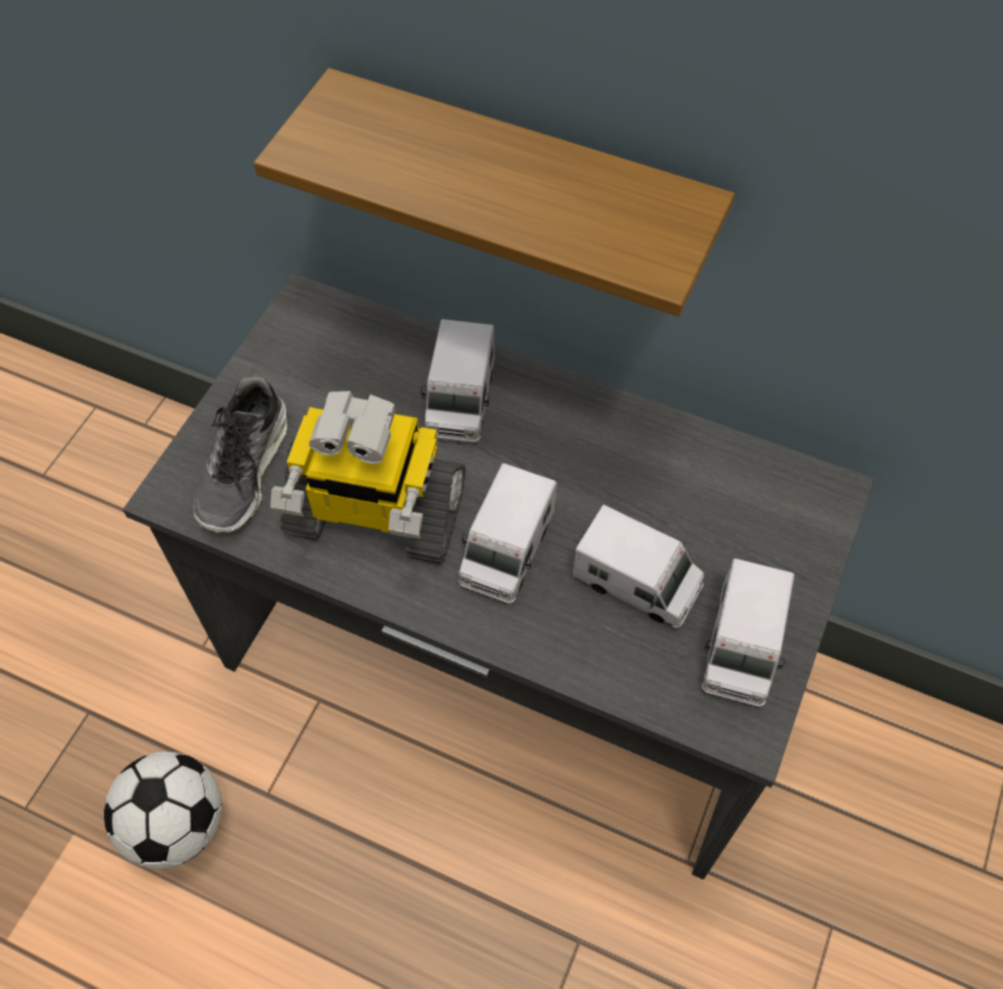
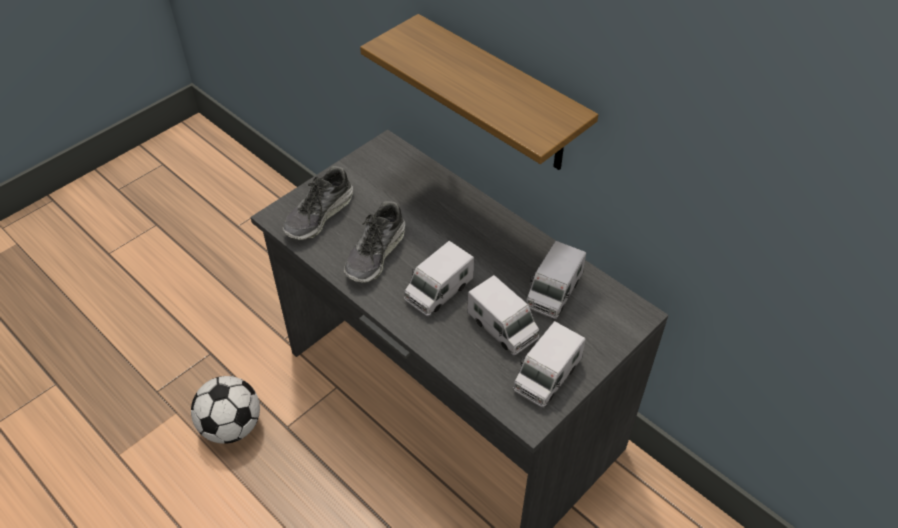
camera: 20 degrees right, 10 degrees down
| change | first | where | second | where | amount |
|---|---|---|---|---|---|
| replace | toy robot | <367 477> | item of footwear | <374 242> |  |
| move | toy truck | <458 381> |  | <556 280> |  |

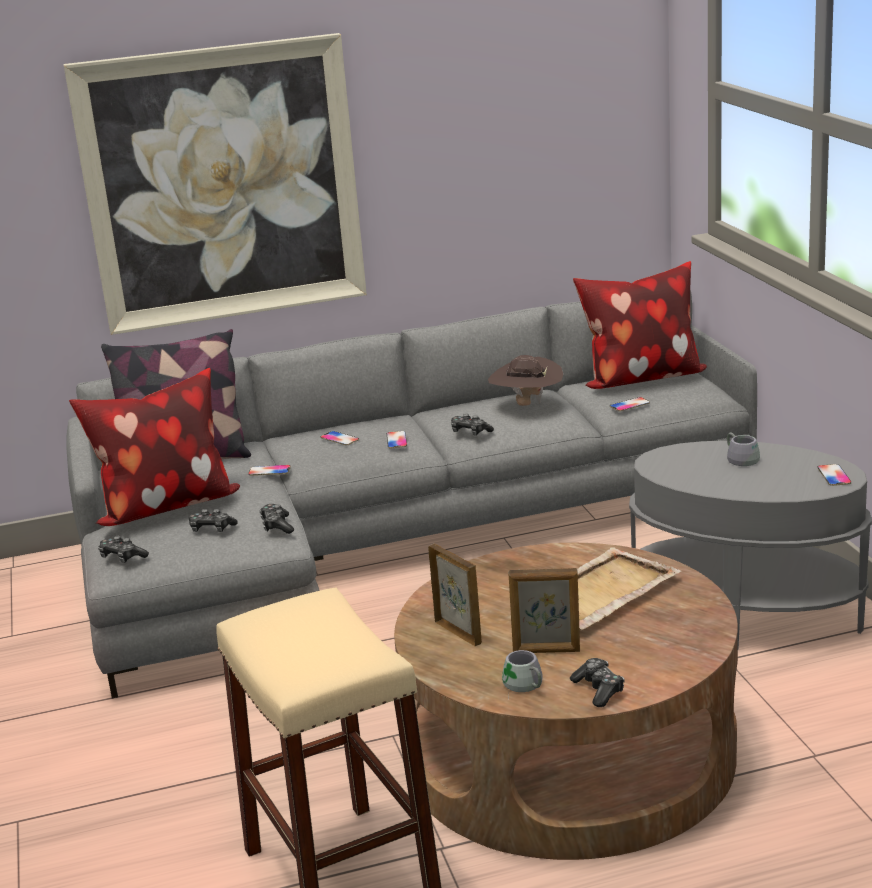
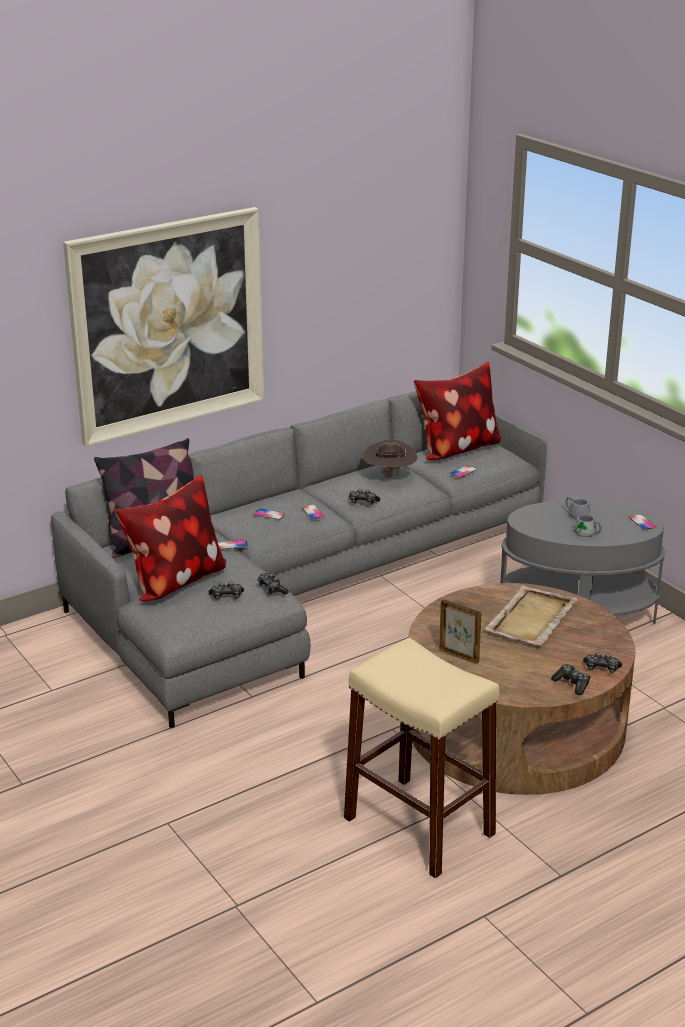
camera: 20 degrees left, 5 degrees up
| change | first | where | second | where | amount |
|---|---|---|---|---|---|
| move | gray coffee mug | <522 671> |  | <587 528> |  |
| move | game controller | <123 549> |  | <602 662> |  |
| delete | picture frame | <544 610> |  |  |  |

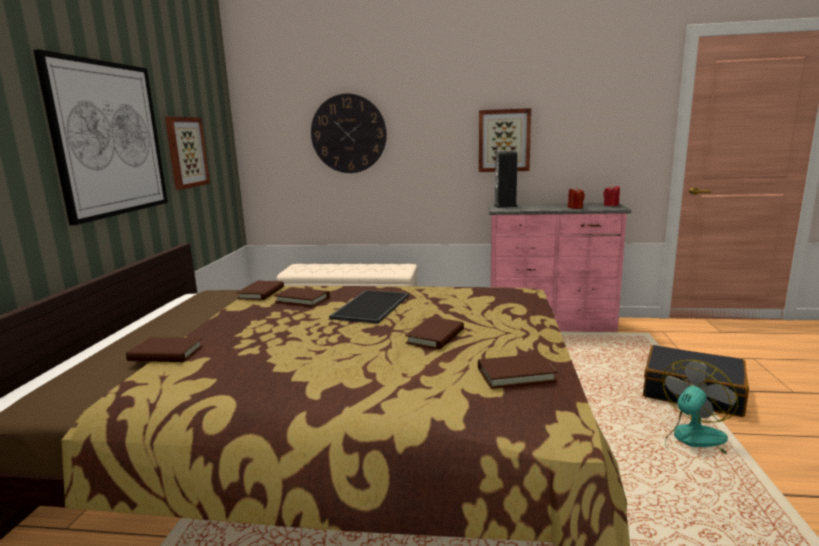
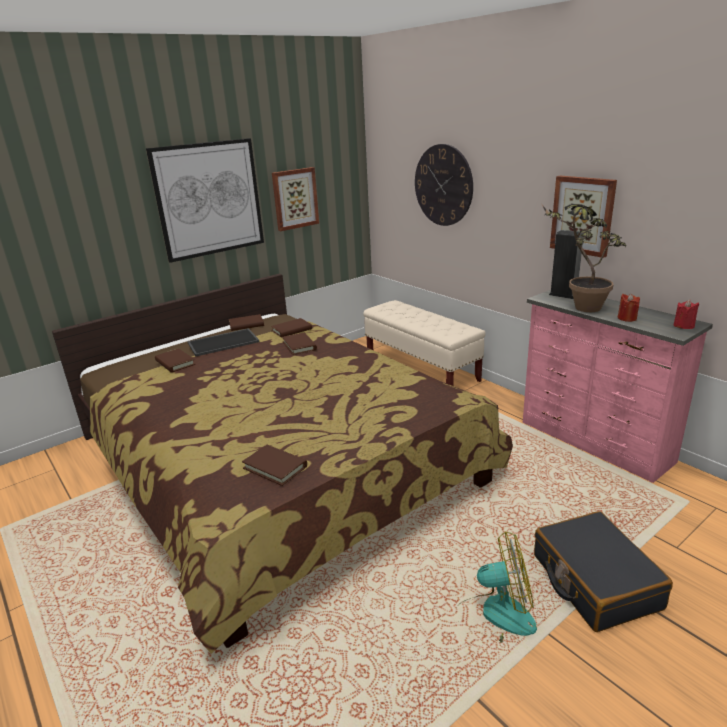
camera: 45 degrees right, 10 degrees up
| change | first | where | second | where | amount |
|---|---|---|---|---|---|
| move | tray | <369 307> |  | <223 342> |  |
| move | brown-coloured volume | <434 333> |  | <246 322> |  |
| insert |  |  | houseplant | <584 258> |  |

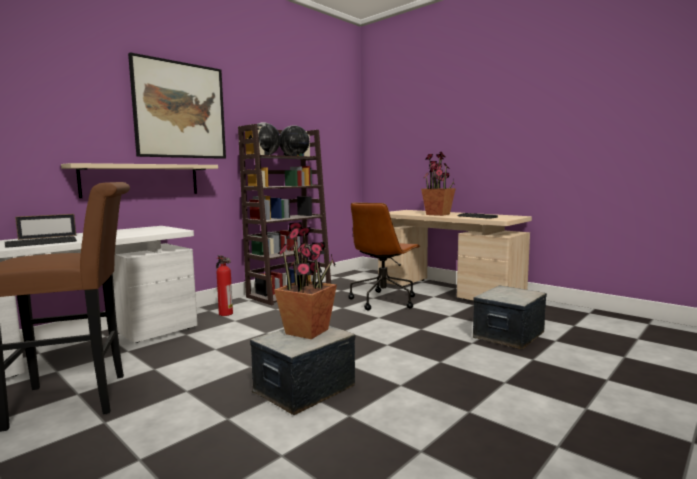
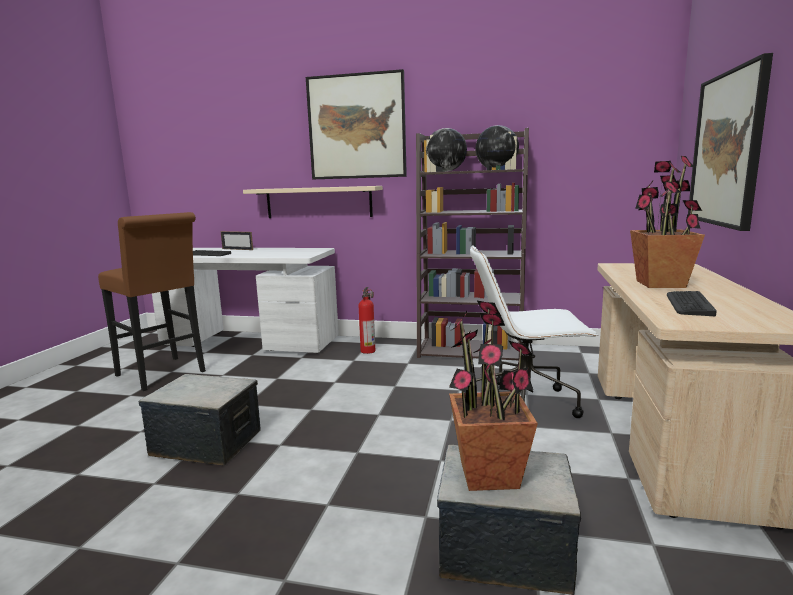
camera: 60 degrees right, 5 degrees up
| change | first | where | second | where | amount |
|---|---|---|---|---|---|
| move | houseplant | <305 280> |  | <493 396> |  |
| recolor | brown-coloured desk chair | <384 257> | white-coloured desk chair | <534 331> |  |
| insert |  |  | wall art | <730 142> |  |

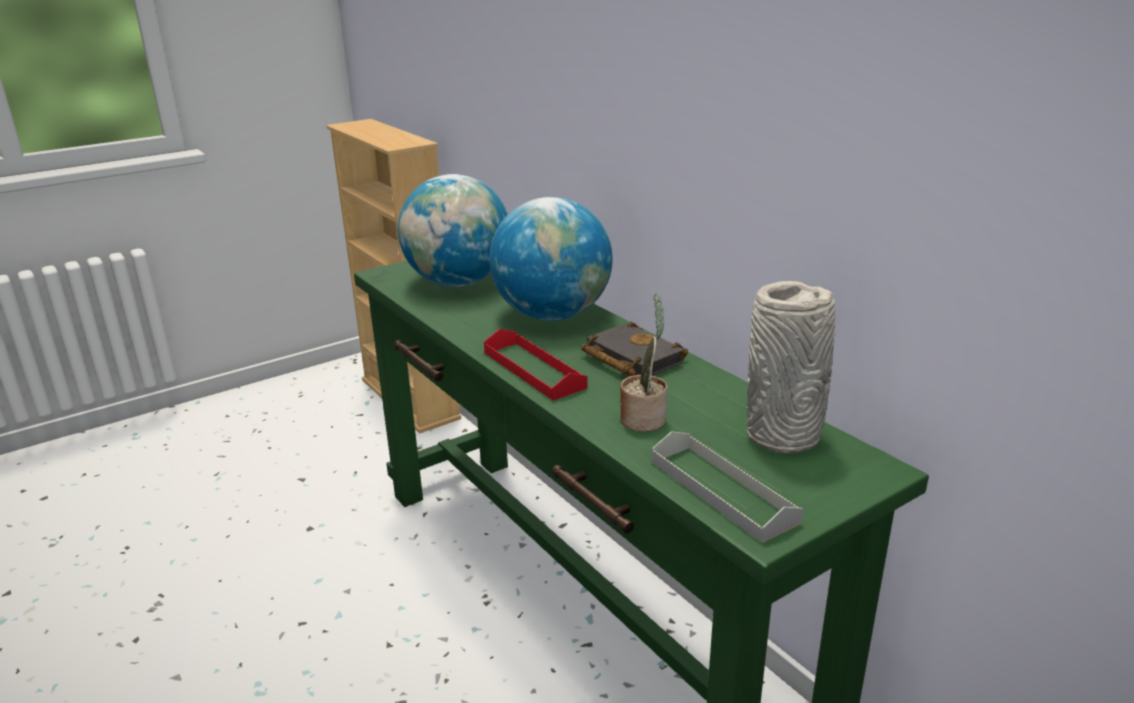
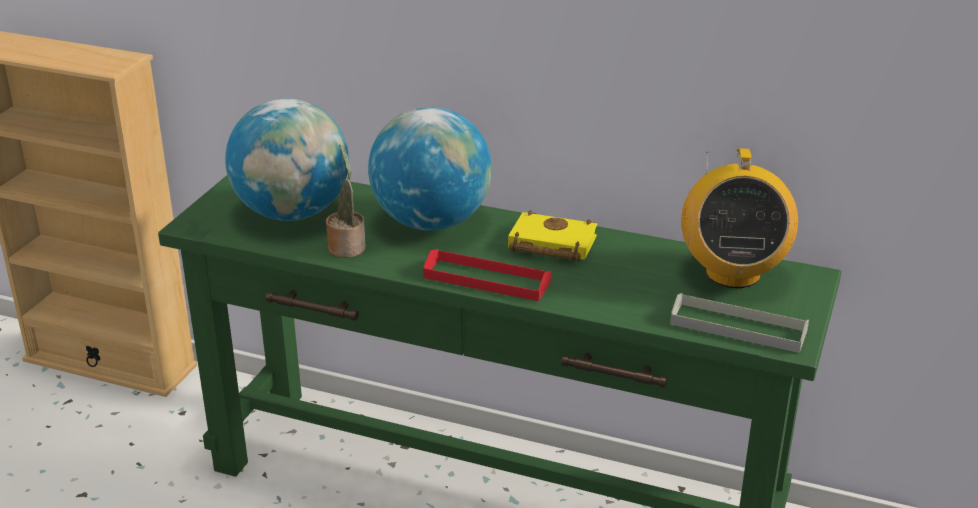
camera: 35 degrees left, 5 degrees up
| change | first | where | second | where | amount |
|---|---|---|---|---|---|
| move | houseplant | <643 362> |  | <346 201> |  |
| recolor | blackish volume | <634 349> | yellow volume | <552 236> |  |
| replace | gray vase | <791 367> | radio | <739 218> |  |

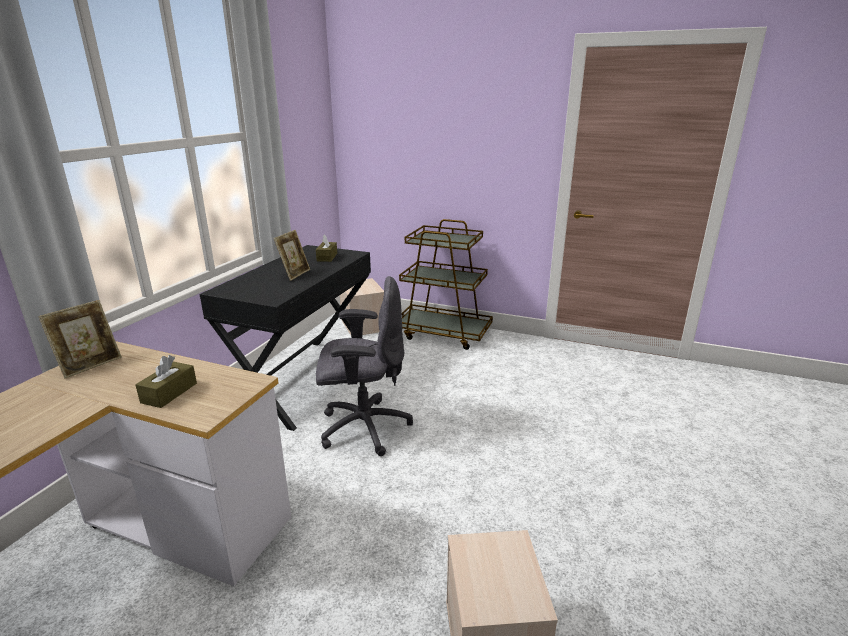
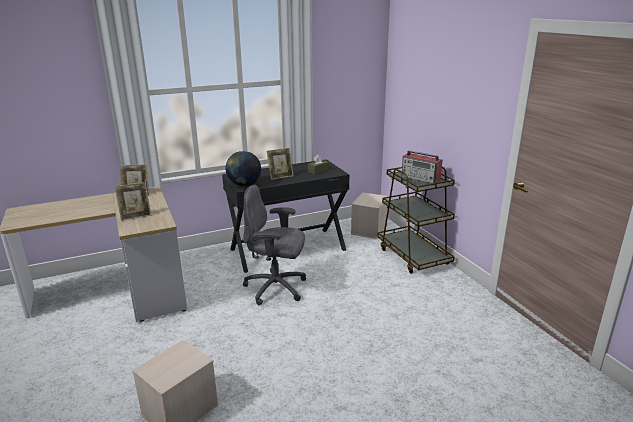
camera: 45 degrees right, 0 degrees up
| change | first | where | second | where | amount |
|---|---|---|---|---|---|
| replace | brown-coloured box of tissues | <166 381> | picture frame | <133 201> |  |
| insert |  |  | globe | <243 168> |  |
| rotate | gray desk chair | <364 366> |  | <274 245> | 150 degrees clockwise |
| insert |  |  | radio | <421 166> |  |

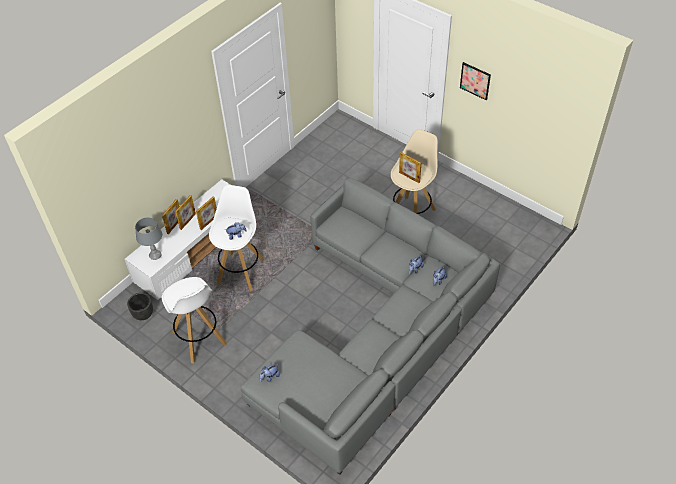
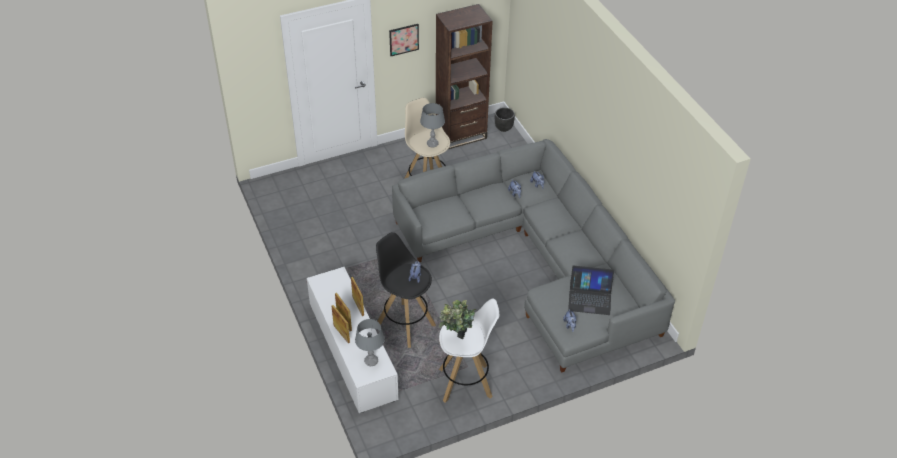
camera: 65 degrees left, 5 degrees down
| change | first | where | second | where | amount |
|---|---|---|---|---|---|
| recolor | white-coloured sitting stool | <236 238> | blackish sitting stool | <406 290> |  |
| replace | picture frame | <410 167> | gray tabletop lamp | <432 125> |  |
| insert |  |  | brown-coloured bookshelf | <464 76> |  |
| insert |  |  | houseplant | <458 319> |  |
| move | blackish flower pot | <140 306> |  | <505 119> |  |
| insert |  |  | laptop | <591 290> |  |

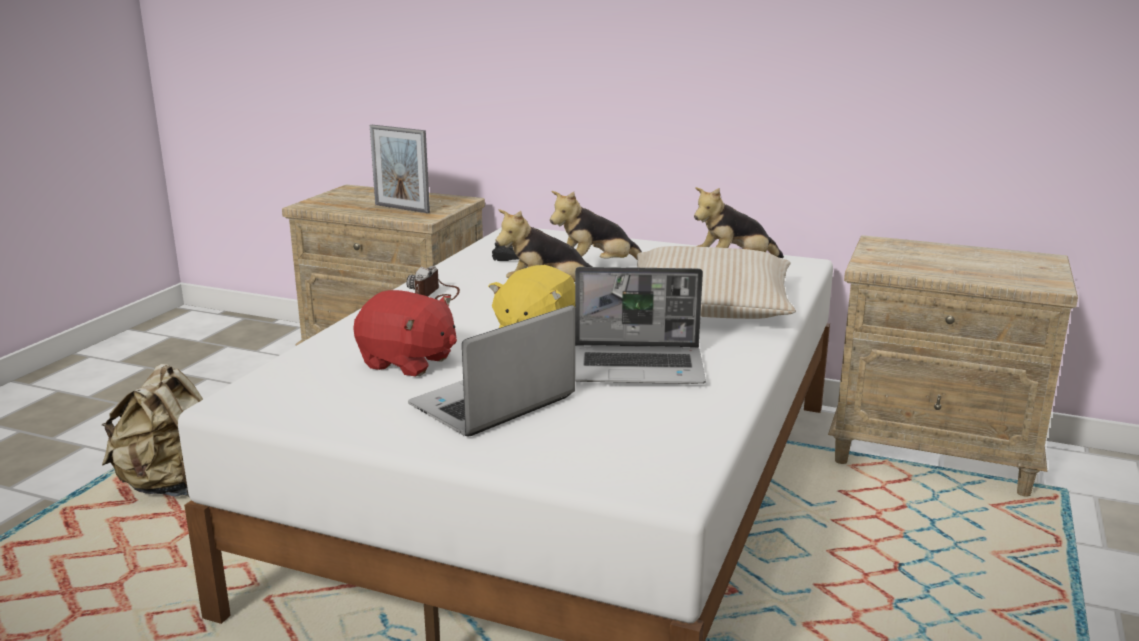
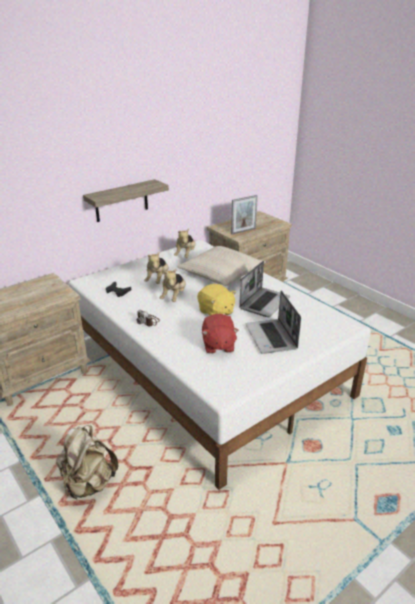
camera: 60 degrees left, 10 degrees up
| change | first | where | second | where | amount |
|---|---|---|---|---|---|
| insert |  |  | wall shelf | <126 200> |  |
| rotate | reddish cuddly toy | <405 333> |  | <220 334> | 120 degrees clockwise |
| move | picture frame | <400 169> |  | <244 214> |  |

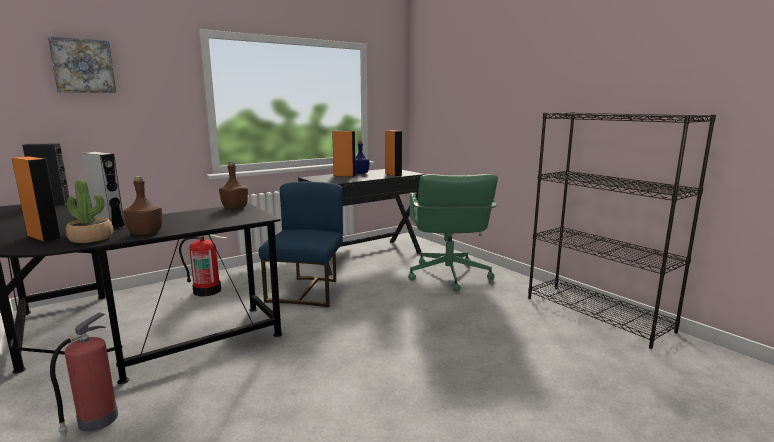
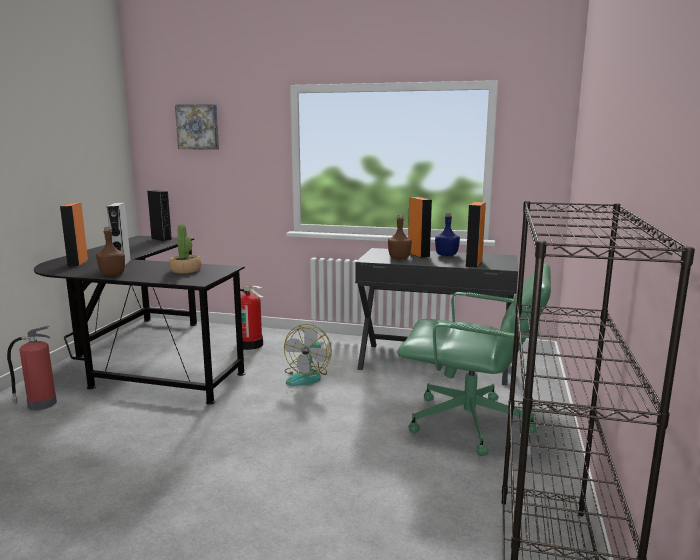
camera: 50 degrees right, 0 degrees up
| change | first | where | second | where | amount |
|---|---|---|---|---|---|
| move | houseplant | <89 211> |  | <185 248> |  |
| replace | blue-coloured chair | <301 244> | electric fan | <308 355> |  |
| move | brown-coloured bottle | <233 185> |  | <400 237> |  |
| rotate | green-coloured desk chair | <453 233> |  | <474 359> | 120 degrees counterclockwise |

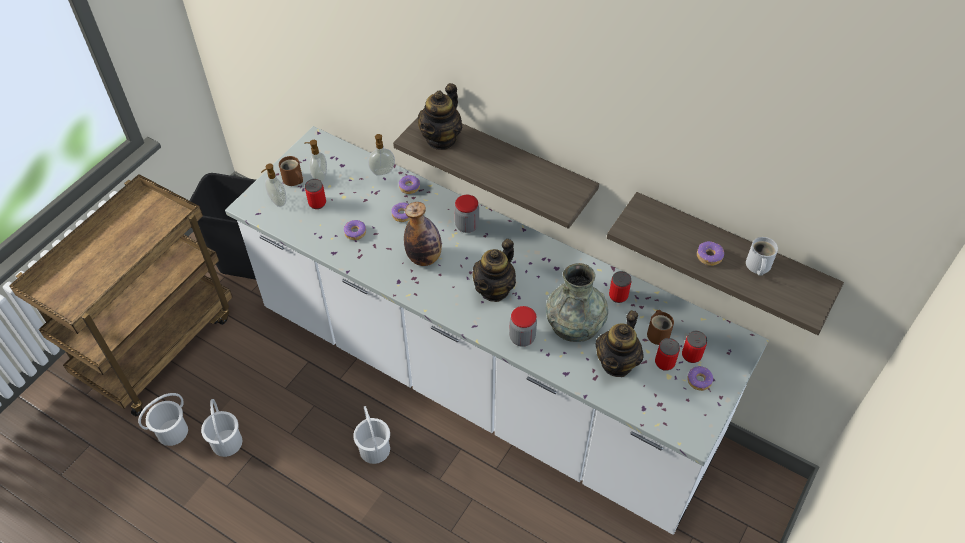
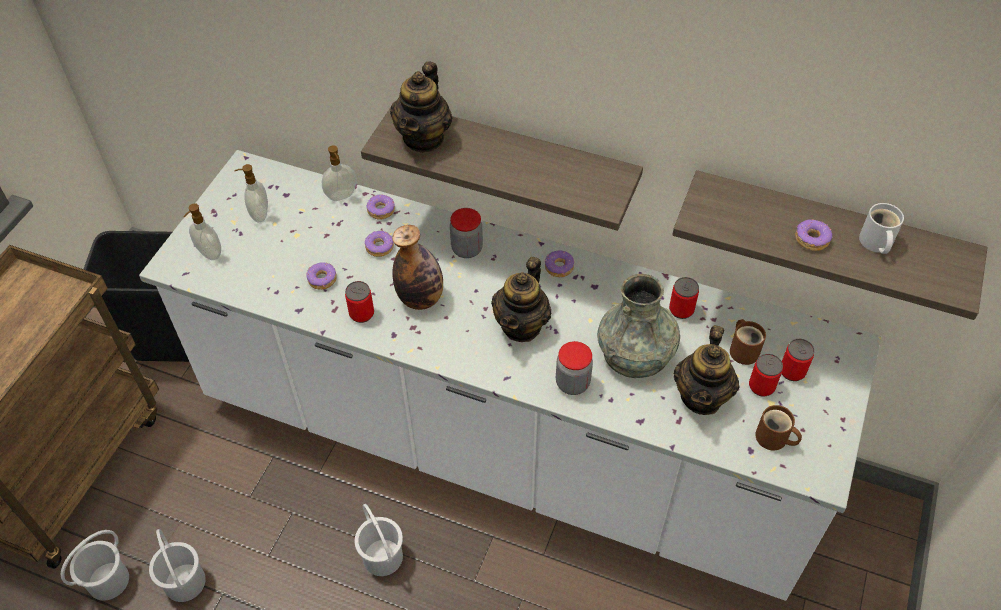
camera: 10 degrees left, 0 degrees up
| change | first | where | second | where | amount |
|---|---|---|---|---|---|
| move | can | <315 194> |  | <359 302> |  |
| move | doughnut | <700 378> |  | <559 263> |  |
| move | brown-coloured coffee mug | <291 171> |  | <778 428> |  |

